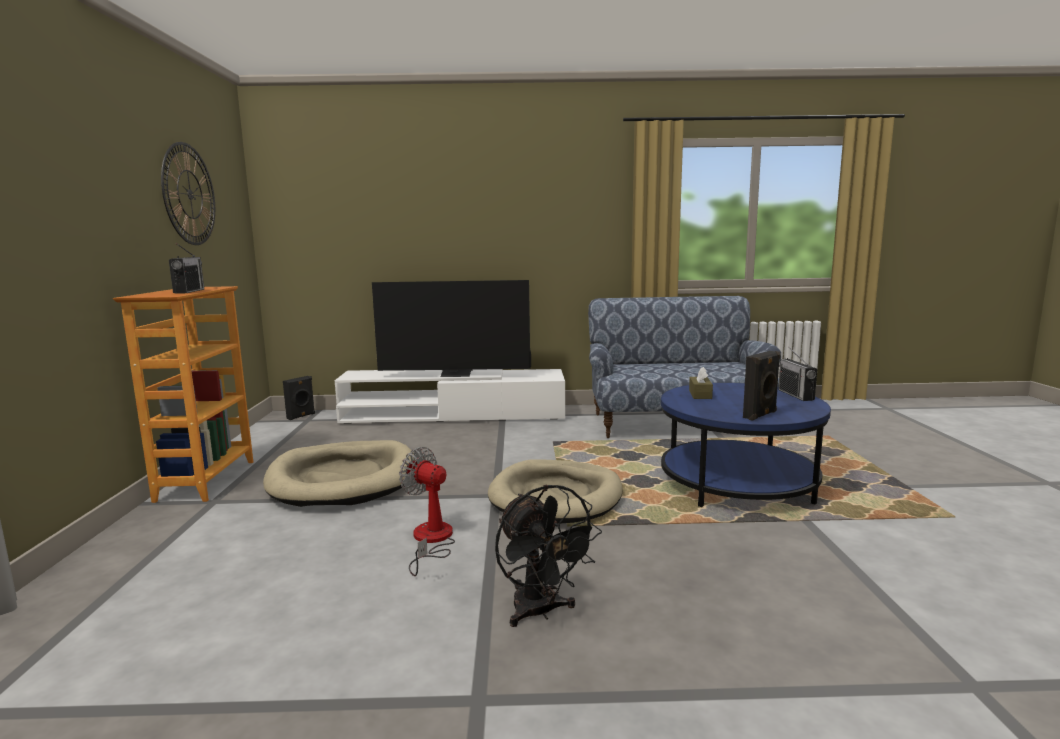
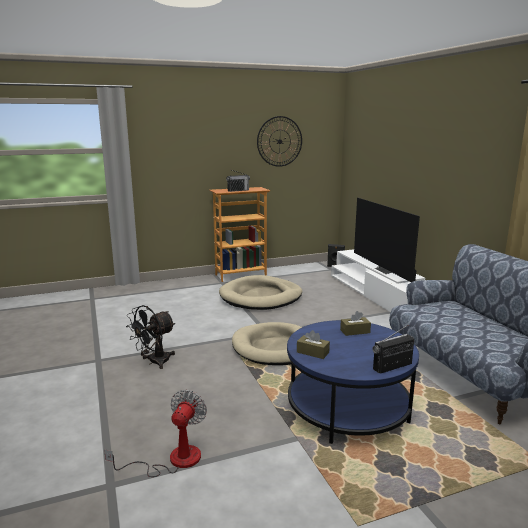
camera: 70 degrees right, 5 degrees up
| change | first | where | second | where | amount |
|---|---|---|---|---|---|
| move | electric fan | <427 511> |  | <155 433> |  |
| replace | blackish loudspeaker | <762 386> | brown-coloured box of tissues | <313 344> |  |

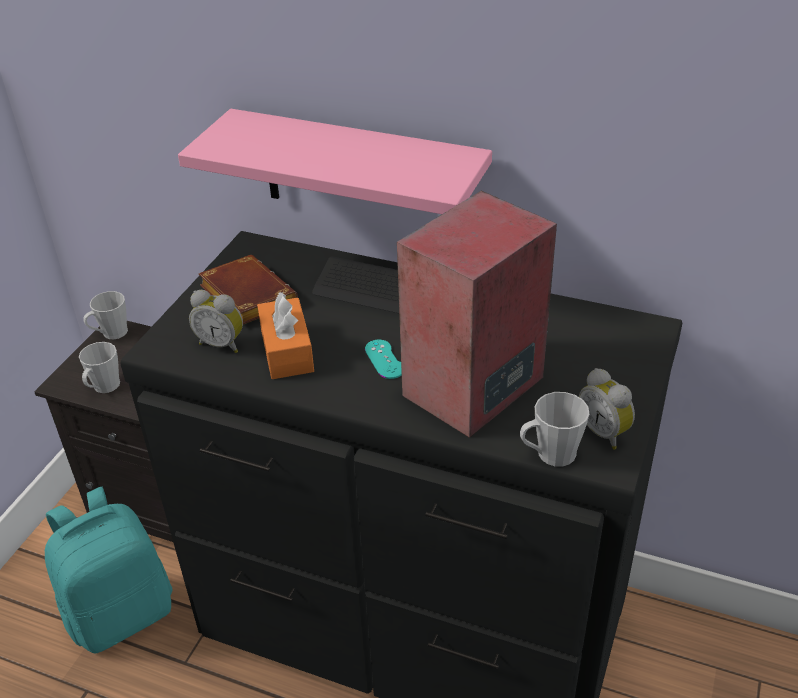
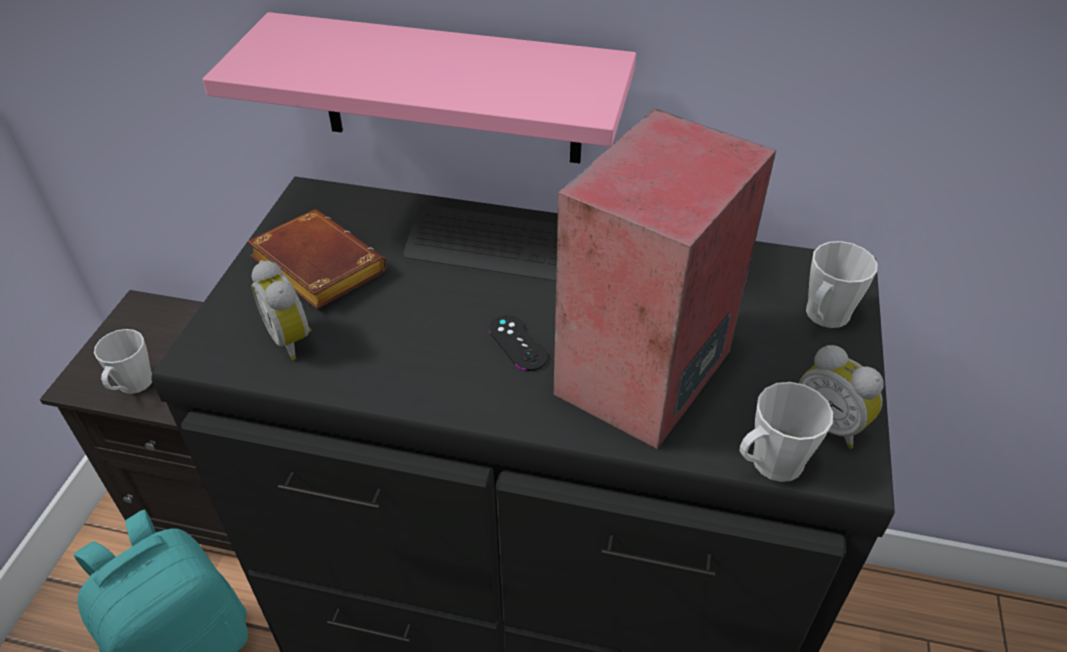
camera: 10 degrees left, 5 degrees up
| change | first | where | second | where | amount |
|---|---|---|---|---|---|
| rotate | table clock | <216 321> |  | <281 310> | 45 degrees clockwise |
| recolor | turquoise-coloured game controller | <383 359> | blackish game controller | <518 343> |  |
| move | gray coffee mug | <105 315> |  | <842 284> |  |
| delete | orangey box of tissues | <285 335> |  |  |  |

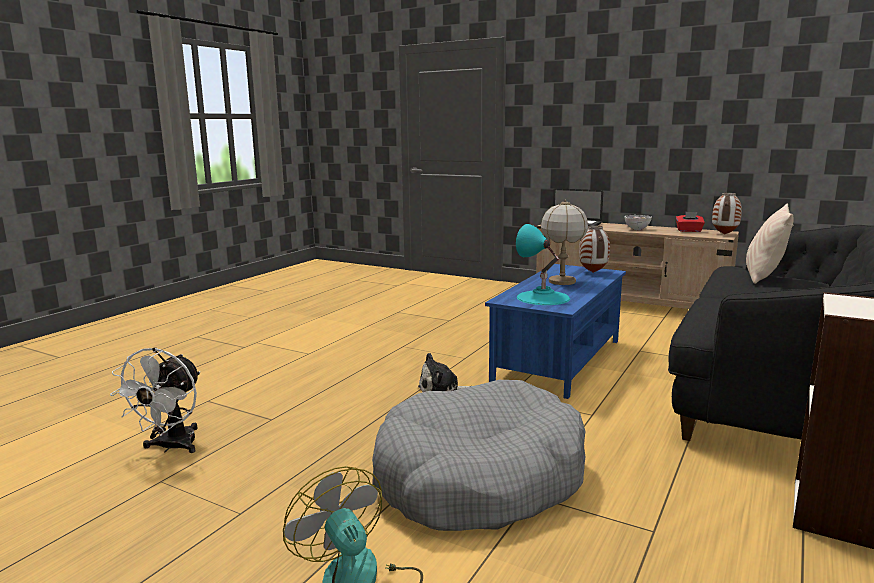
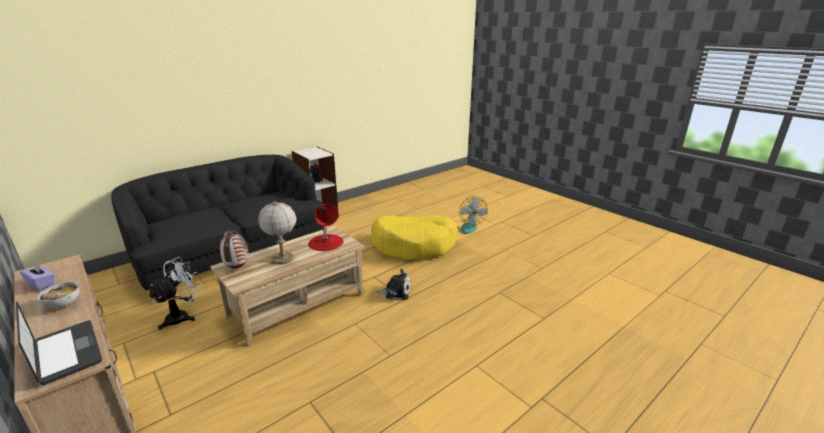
camera: 160 degrees left, 10 degrees up
| change | first | where | second | where | amount |
|---|---|---|---|---|---|
| recolor | reddish box of tissues | <690 222> | purple-coloured box of tissues | <37 276> |  |
| move | white-coloured electric fan | <155 400> |  | <174 293> |  |
| recolor | blue-coloured coffee table | <555 331> | sand-coloured coffee table | <287 286> |  |
| recolor | turquoise-coloured tabletop lamp | <543 264> | reddish tabletop lamp | <325 227> |  |
| recolor | gray dog bed | <479 455> | yellow dog bed | <414 237> |  |
| delete | vase | <727 213> |  |  |  |
| delete | sand-coloured throw pillow | <770 244> |  |  |  |

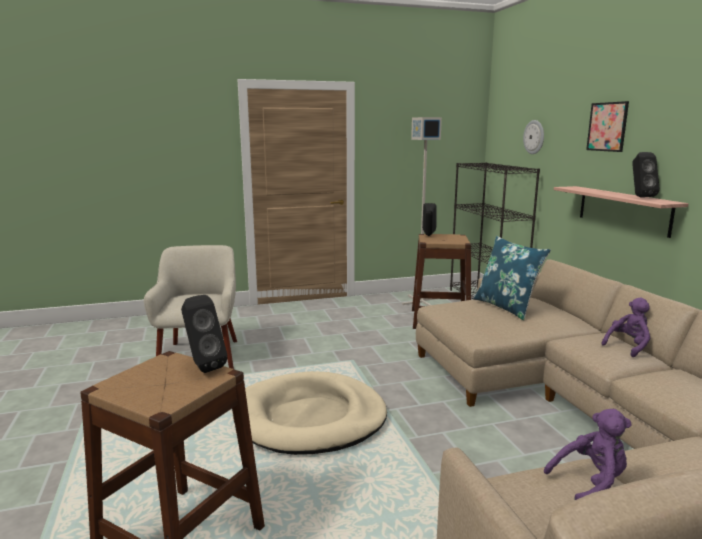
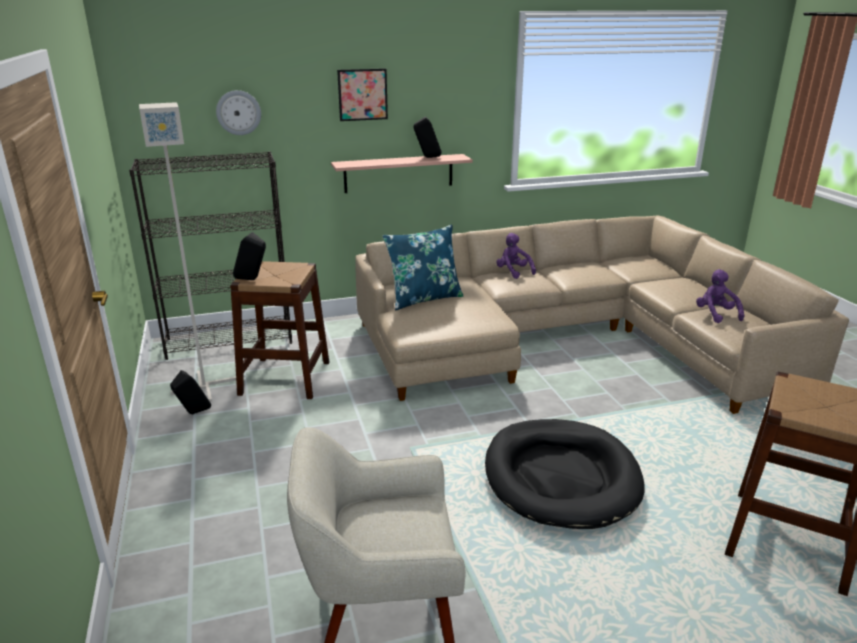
camera: 90 degrees left, 10 degrees up
| change | first | where | second | where | amount |
|---|---|---|---|---|---|
| move | blackish loudspeaker | <204 334> |  | <190 392> |  |
| recolor | sand-coloured dog bed | <309 413> | blackish dog bed | <565 474> |  |

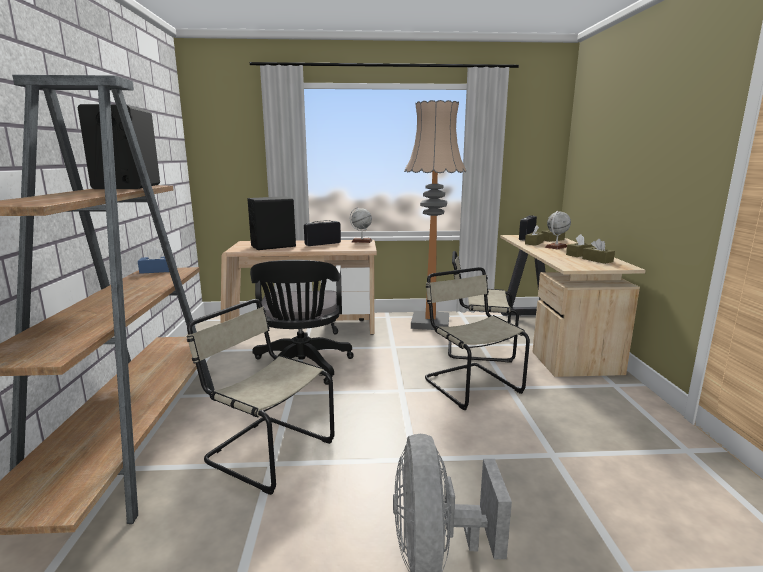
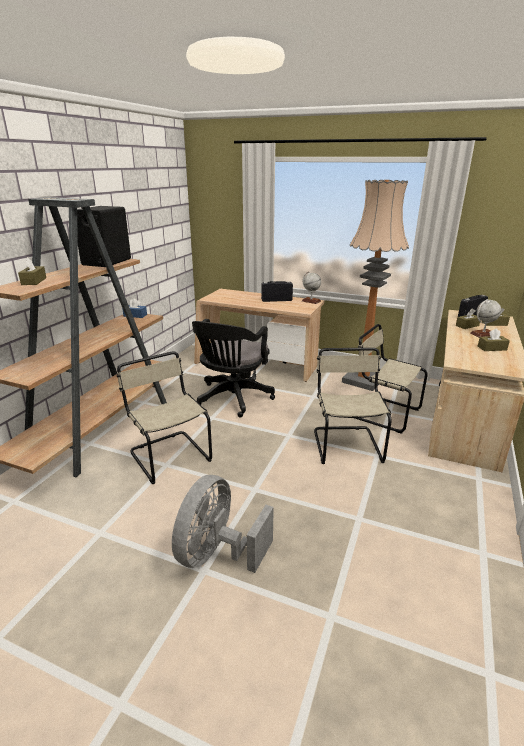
camera: 25 degrees right, 10 degrees up
| change | first | where | second | where | amount |
|---|---|---|---|---|---|
| move | brown-coloured box of tissues | <598 251> |  | <32 271> |  |
| delete | blackish loudspeaker | <272 223> |  |  |  |

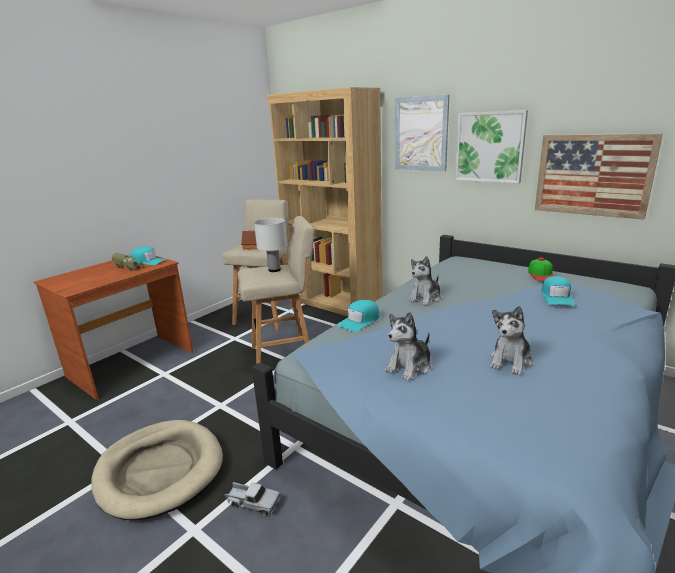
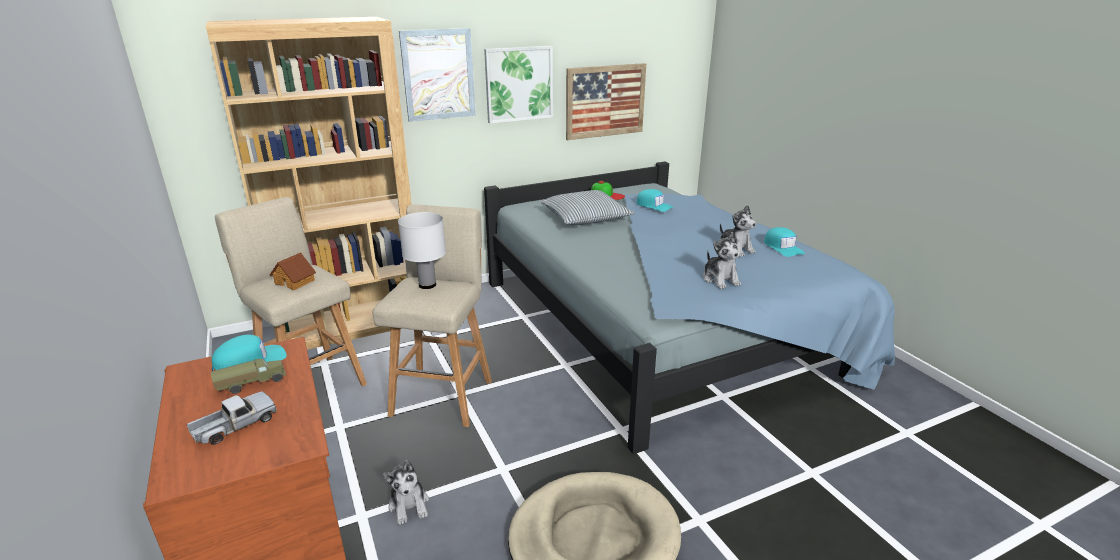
camera: 65 degrees left, 5 degrees up
| change | first | where | second | where | amount |
|---|---|---|---|---|---|
| move | toy truck | <252 499> |  | <232 418> |  |
| move | cuddly toy | <424 281> |  | <406 492> |  |
| insert |  |  | throw pillow | <587 207> |  |
| move | turquoise-coloured cap | <358 316> |  | <784 242> |  |

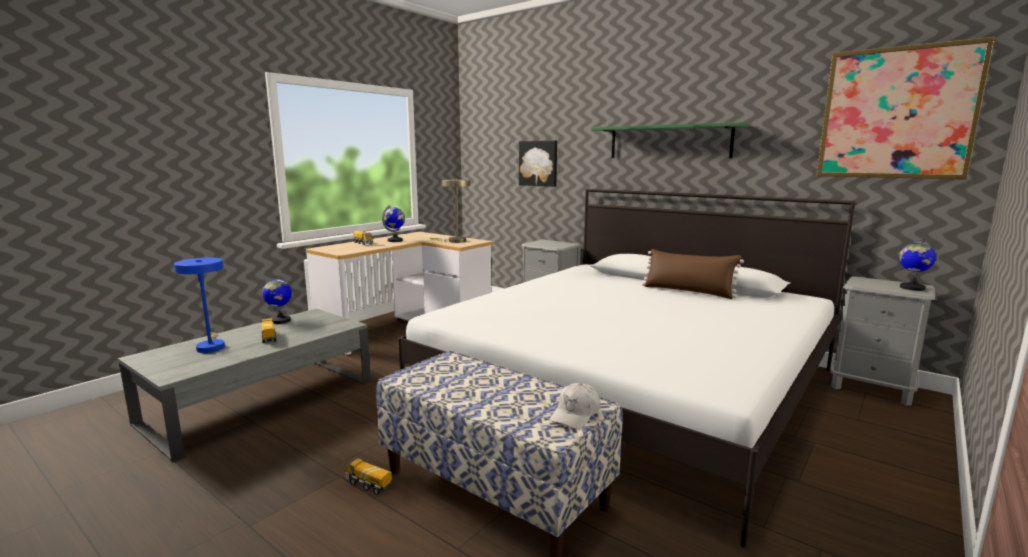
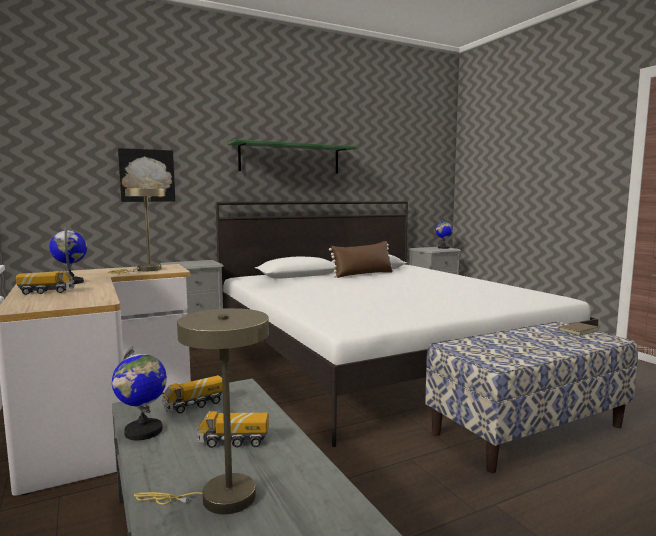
camera: 65 degrees left, 5 degrees down
| change | first | where | second | where | amount |
|---|---|---|---|---|---|
| recolor | blue-coloured tabletop lamp | <199 305> | sand-coloured tabletop lamp | <201 411> |  |
| move | toy truck | <368 476> |  | <192 394> |  |
| replace | white-coloured cap | <575 406> | brown-coloured volume | <575 329> |  |
| delete | wall art | <905 108> |  |  |  |

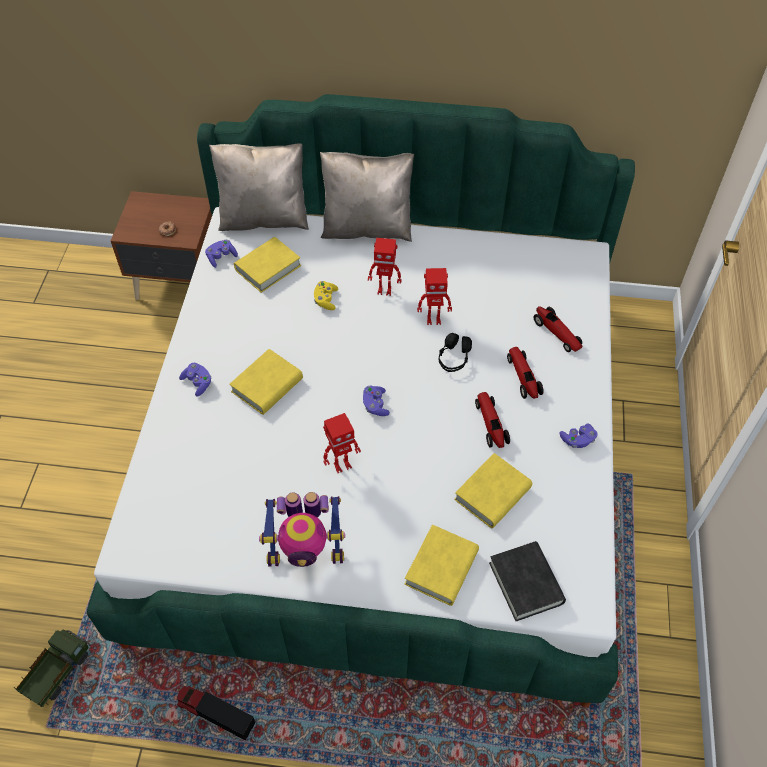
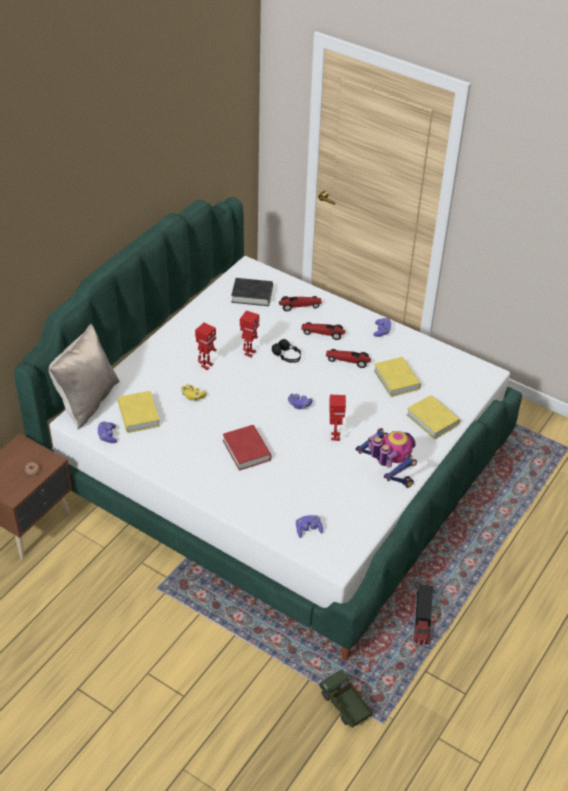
camera: 65 degrees left, 10 degrees down
| change | first | where | second | where | amount |
|---|---|---|---|---|---|
| recolor | yellow volume | <266 382> | reddish volume | <247 448> |  |
| move | blackish volume | <527 581> |  | <252 292> |  |
| move | purple-coloured game controller | <195 380> |  | <309 526> |  |
| rotate | toy robot | <302 529> |  | <386 458> | 60 degrees counterclockwise |
| rotate | toy truck | <216 714> |  | <423 615> | 45 degrees counterclockwise |
| delete | sand-coloured throw pillow | <367 197> |  |  |  |

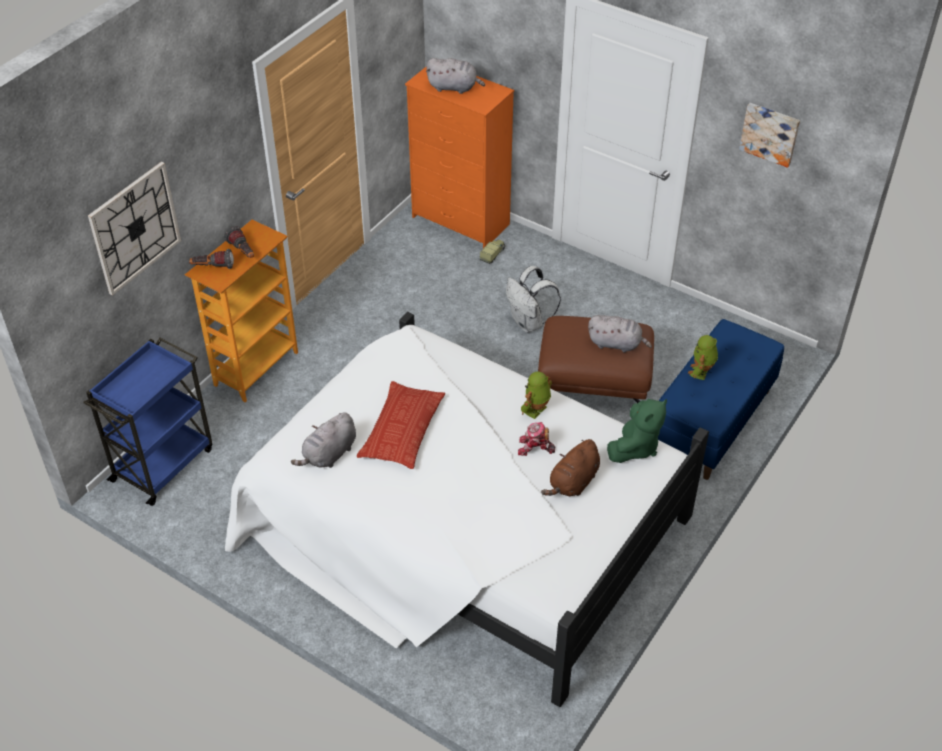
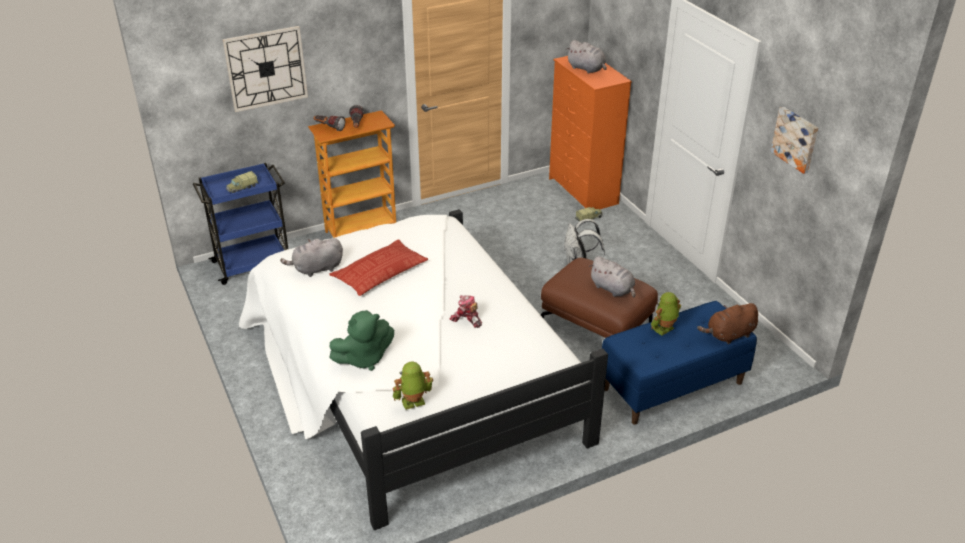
camera: 30 degrees right, 10 degrees down
| change | first | where | second | where | amount |
|---|---|---|---|---|---|
| insert |  |  | toy truck | <242 182> |  |
| move | green-coloured cuddly toy | <637 431> |  | <361 340> |  |
| move | toy robot | <536 395> |  | <412 386> |  |
| move | brown-coloured cuddly toy | <570 467> |  | <727 323> |  |

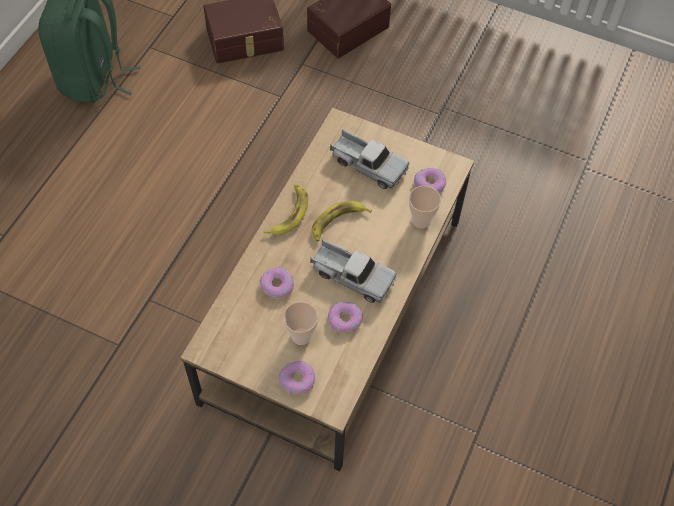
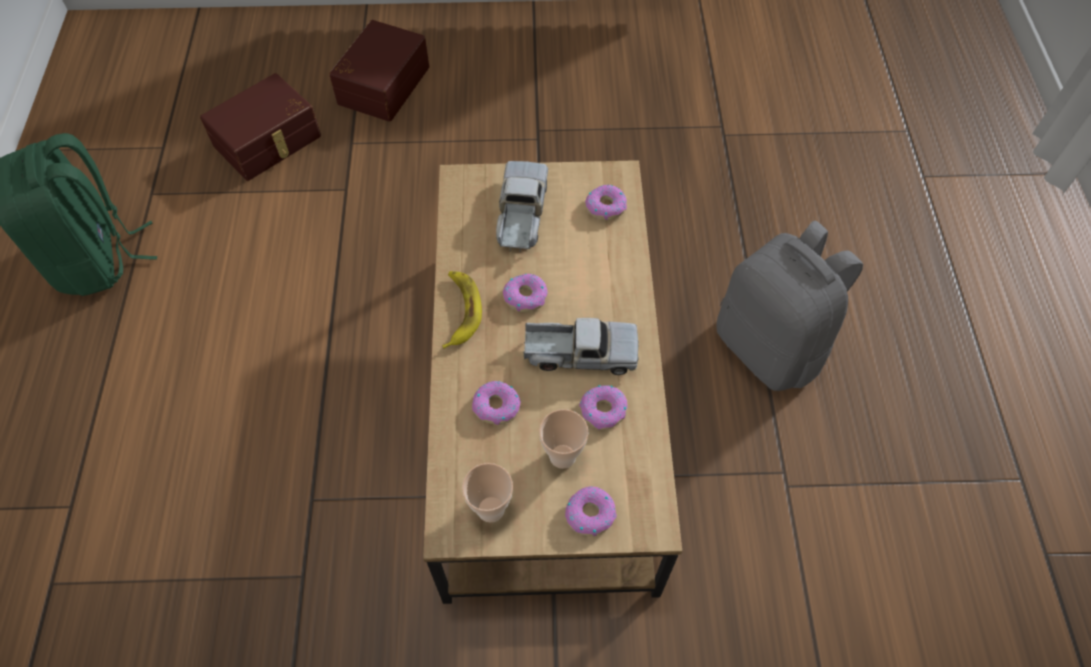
camera: 25 degrees left, 0 degrees up
| change | first | where | second | where | amount |
|---|---|---|---|---|---|
| move | small cup | <425 207> |  | <487 493> |  |
| rotate | toy truck | <369 159> |  | <522 206> | 90 degrees counterclockwise |
| replace | whole banana | <342 221> | doughnut | <525 293> |  |
| insert |  |  | gray knapsack | <789 306> |  |

